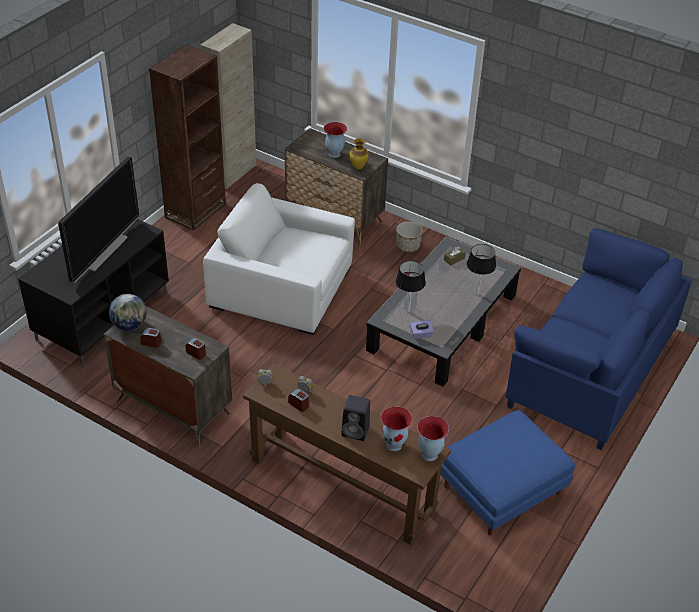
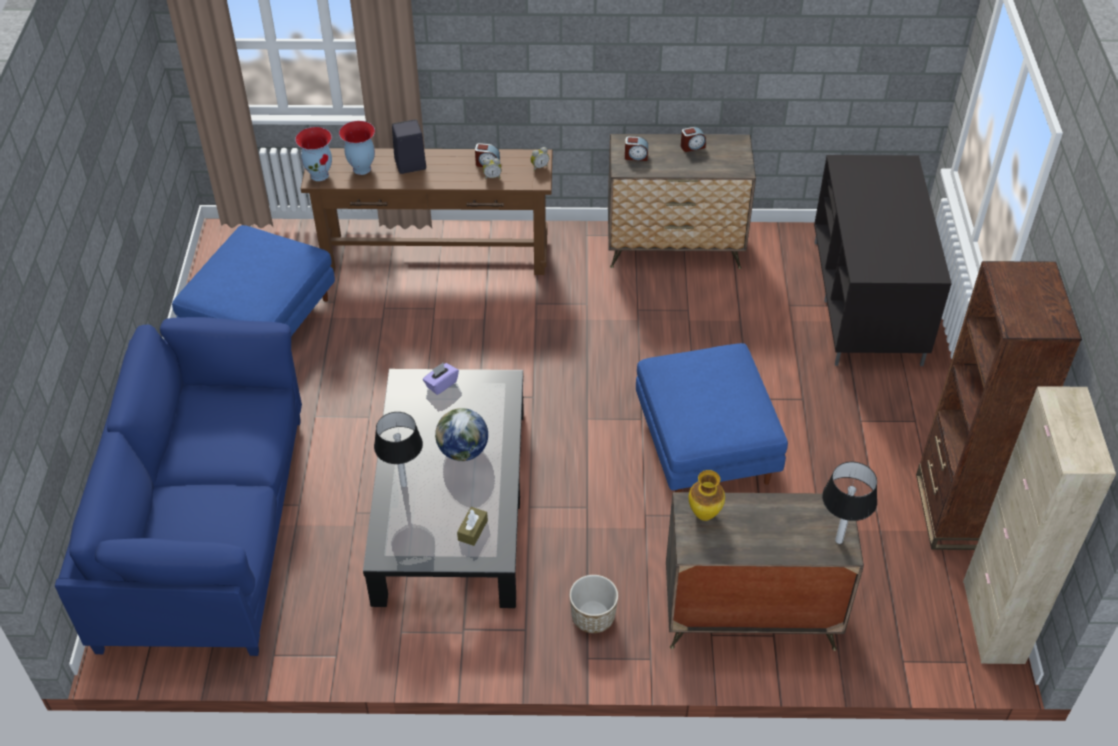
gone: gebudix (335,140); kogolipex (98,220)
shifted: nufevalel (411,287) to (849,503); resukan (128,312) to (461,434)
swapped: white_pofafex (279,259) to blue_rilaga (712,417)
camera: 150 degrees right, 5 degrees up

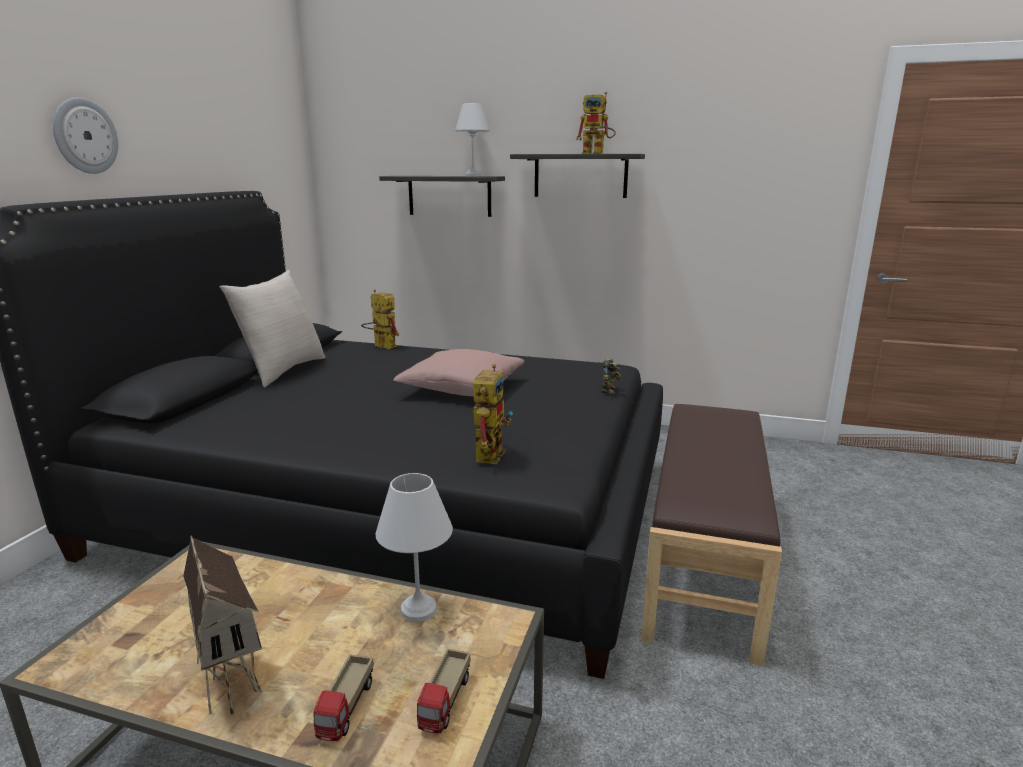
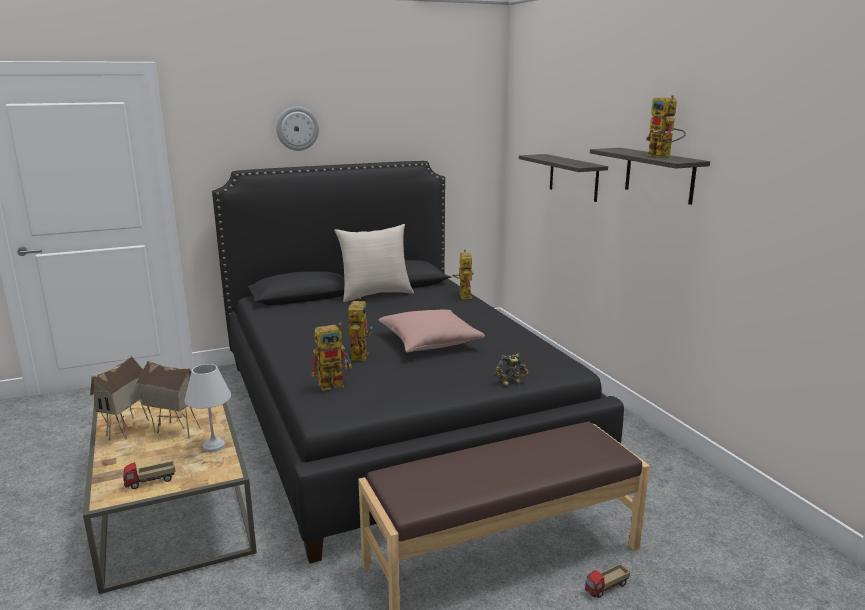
gone: white_nufevalel (472,139)
new: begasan (359,329); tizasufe (168,399)
shifted: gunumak (343,697) to (607,581)
camera: 50 degrees right, 0 degrees up

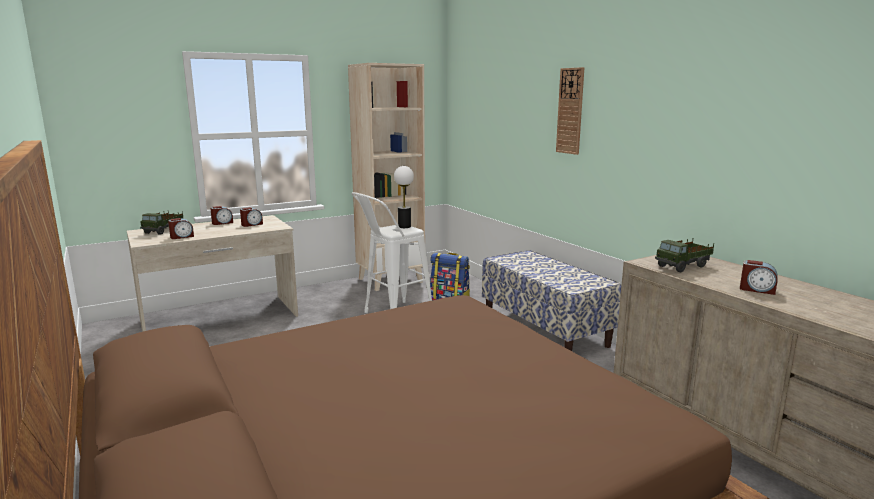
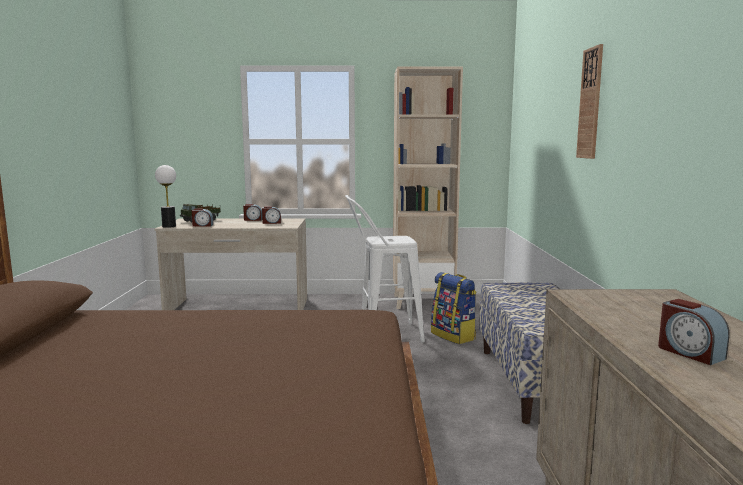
gone: gunumak (684,255)
shifted: nufevalel (404,197) to (165,196)
camera: 30 degrees right, 5 degrees down

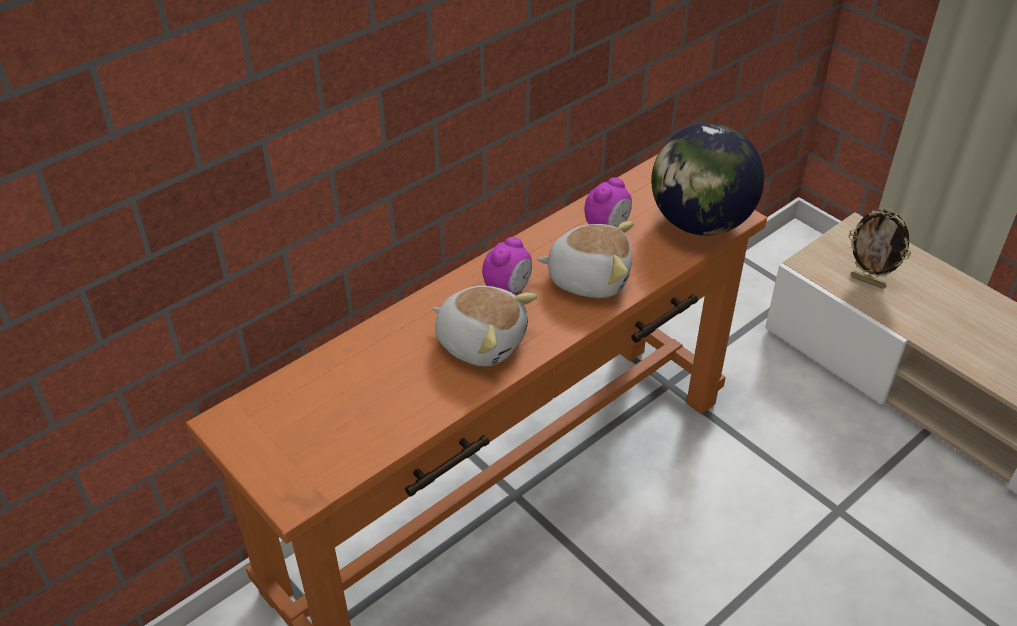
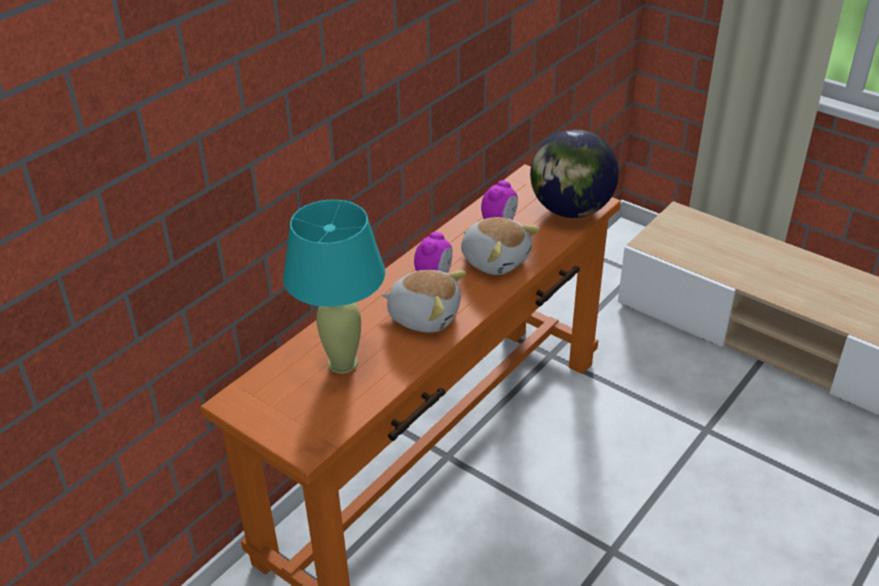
gone: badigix (879,249)
new: turquoise_nufevalel (334,286)
rotated: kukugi (585,259) = (500,246) 45 degrees clockwise
camera: 10 degrees left, 5 degrees down

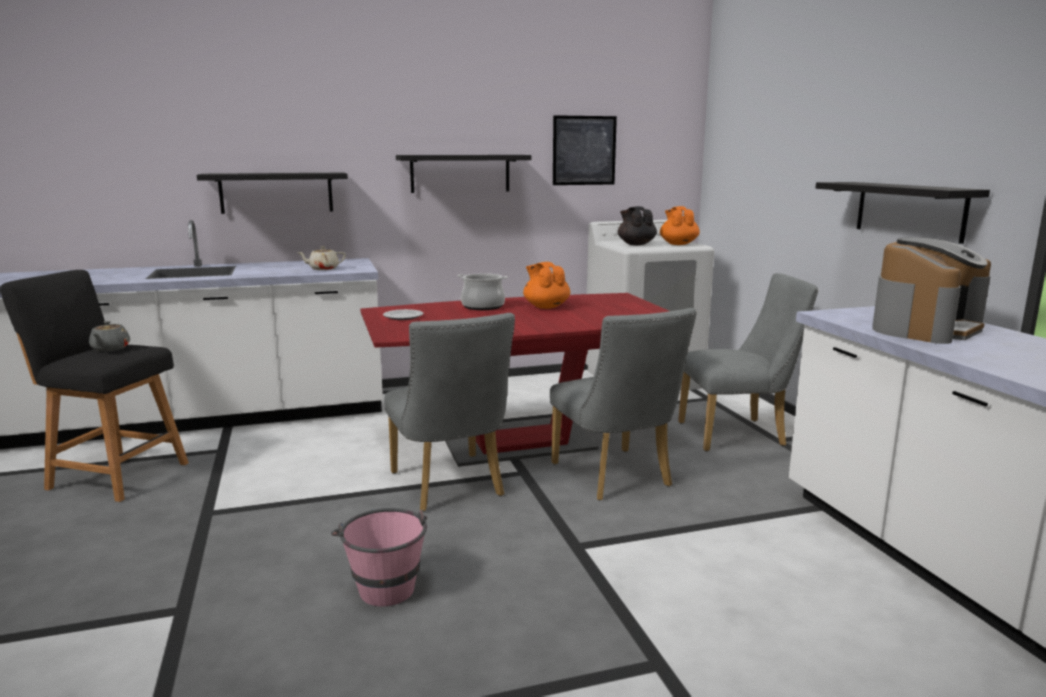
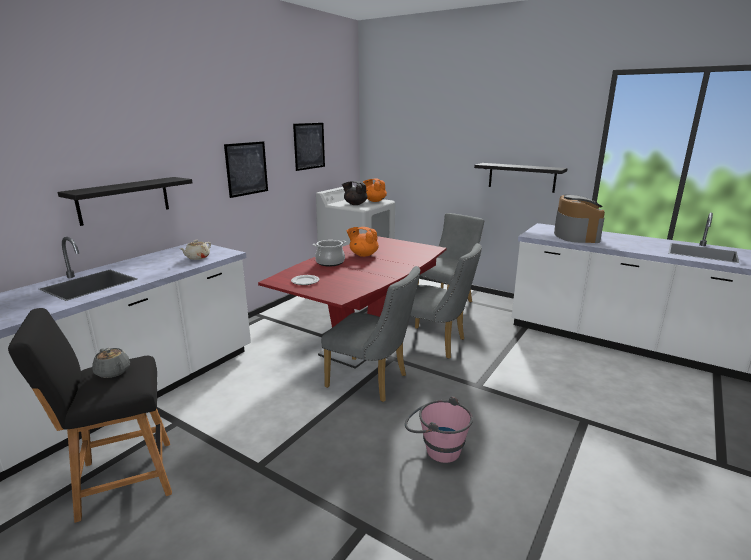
swapped: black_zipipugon (463,174) to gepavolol (246,169)
camera: 40 degrees left, 5 degrees up

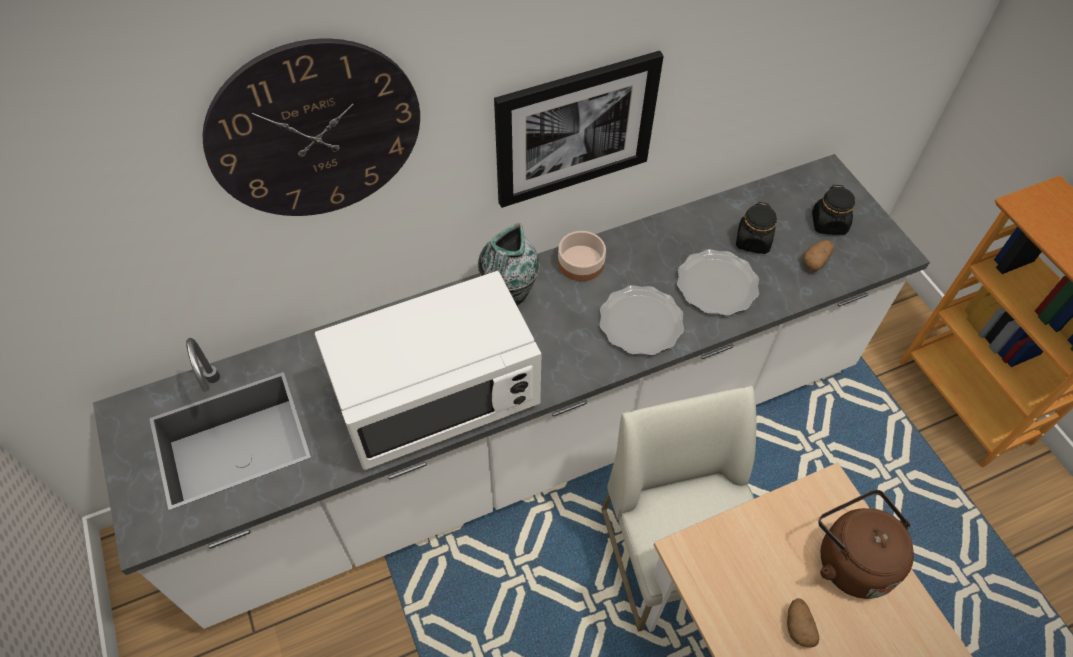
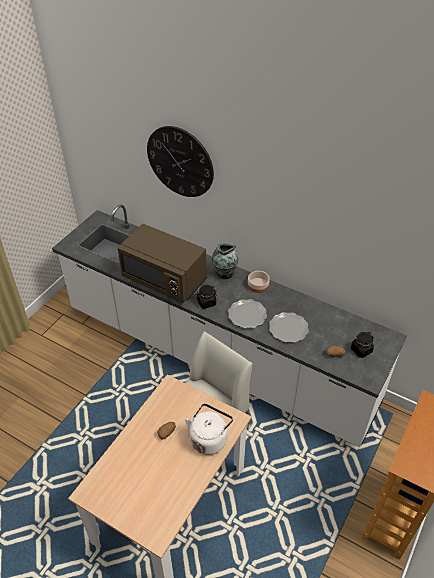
gone: gepavolol (579,129)
shifted: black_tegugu (756,228) to (206,297)
repainted: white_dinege (428,370) to brown_dinege (162,263); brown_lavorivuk (866,544) to white_lavorivuk (209,429)
camera: 55 degrees right, 10 degrees down

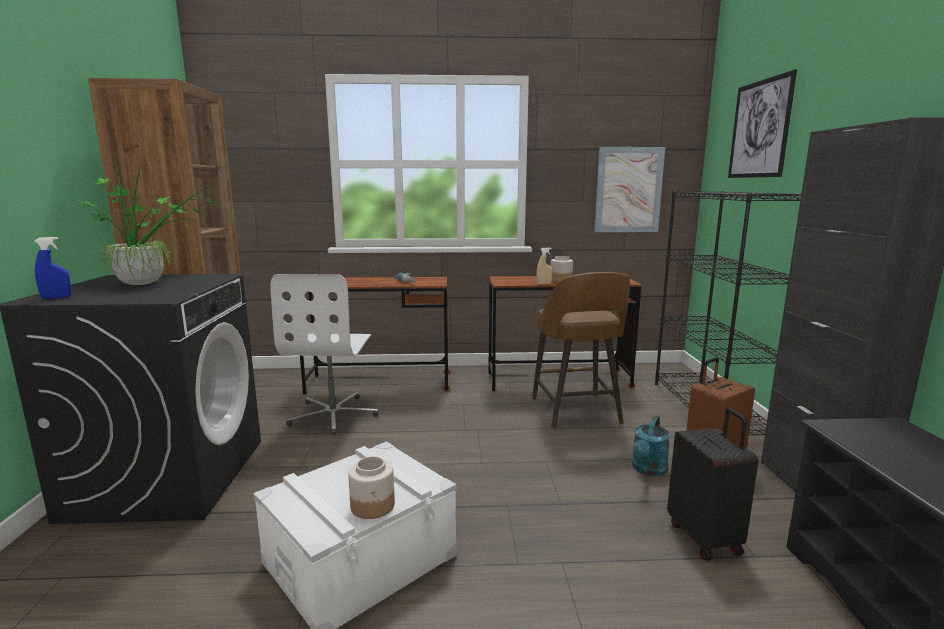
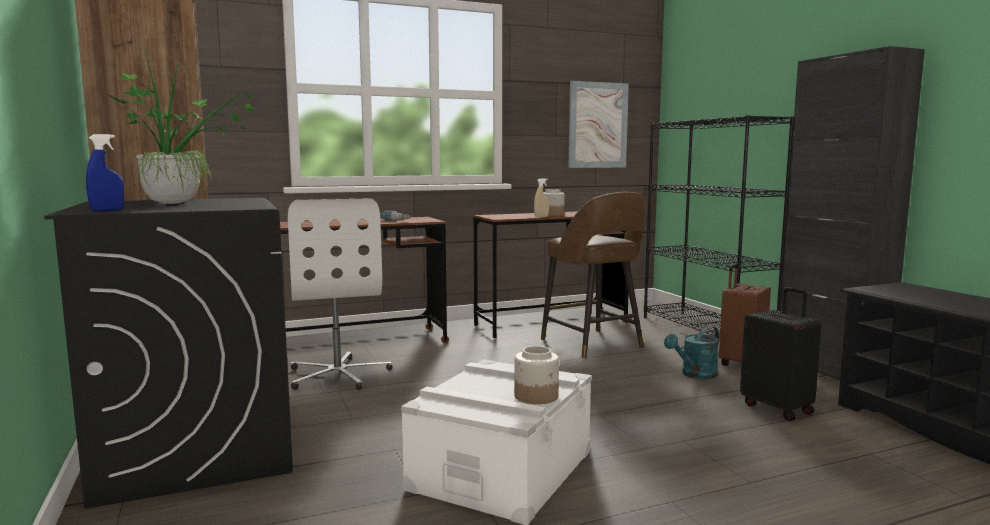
gone: gepavolol (762,123)
rotated: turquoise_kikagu (651,445) = (691,352) 45 degrees clockwise
camera: 20 degrees left, 5 degrees down

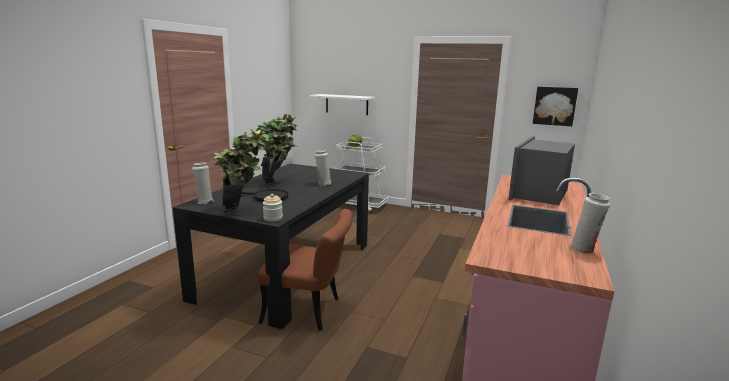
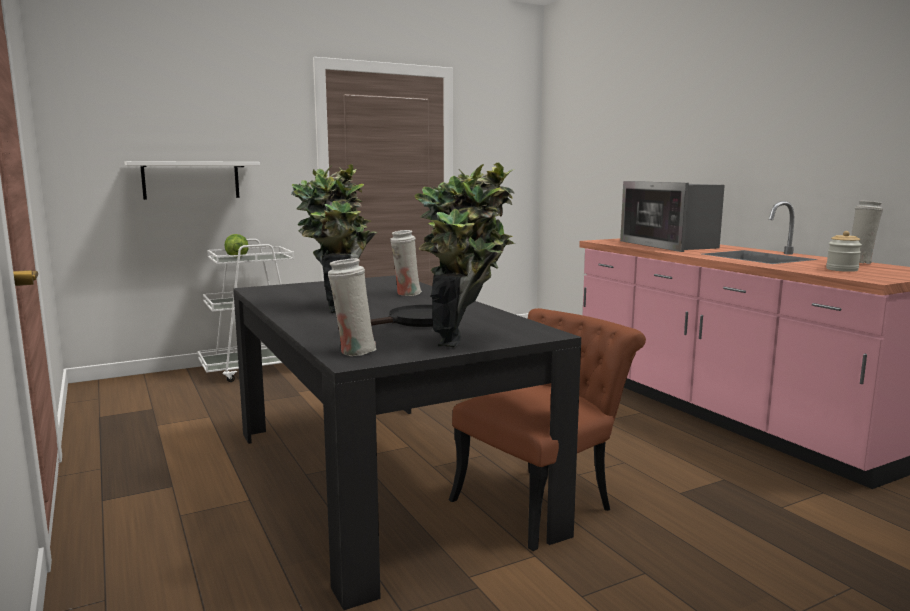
gone: gepavolol (555,106)
shifted: tegugu (273,207) to (844,251)
camera: 50 degrees left, 5 degrees down

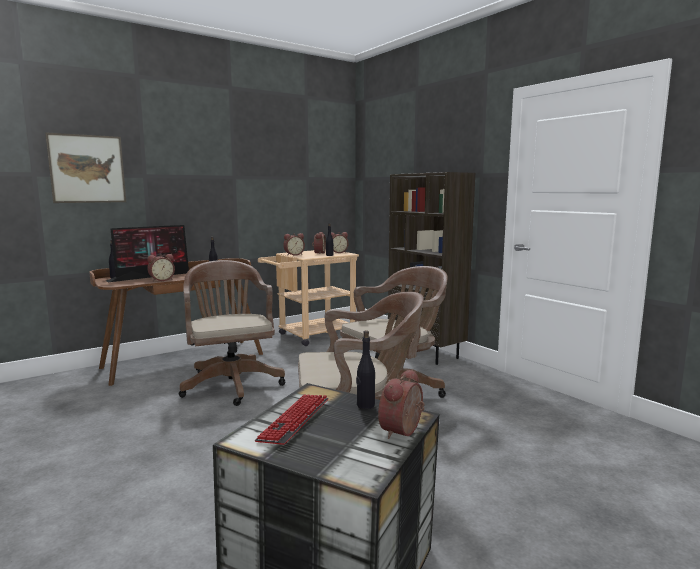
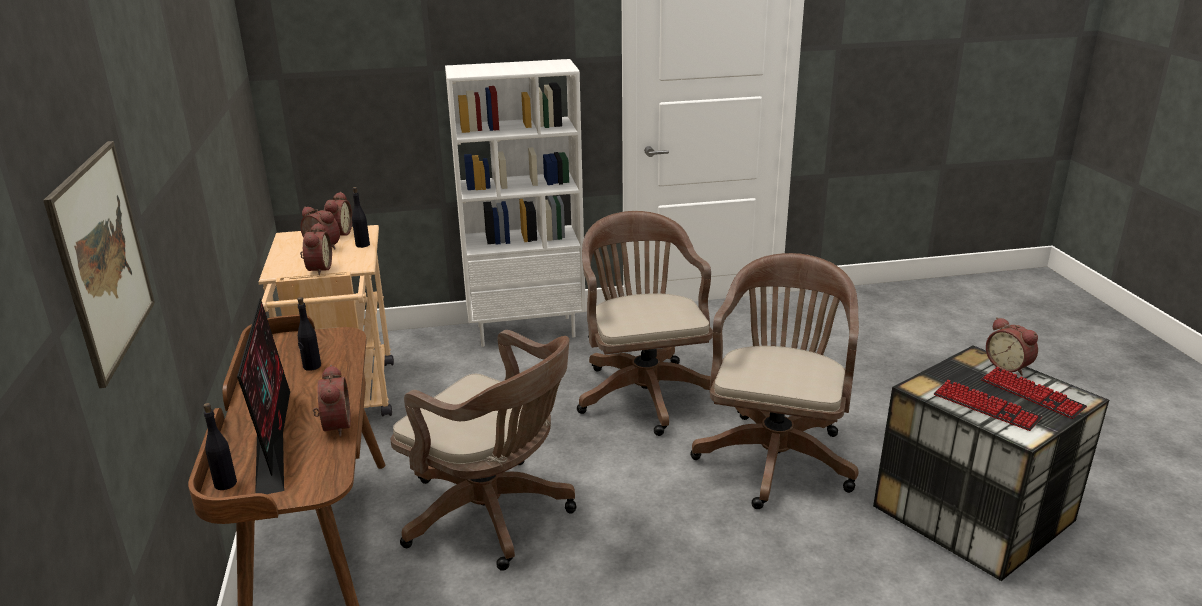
gone: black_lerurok (365,369)
new: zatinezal (1034,393)
repainted: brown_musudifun (431,268) to white_musudifun (515,203)
rotated: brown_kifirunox (232,333) = (483,450) 150 degrees counterclockwise
camera: 65 degrees left, 15 degrees up

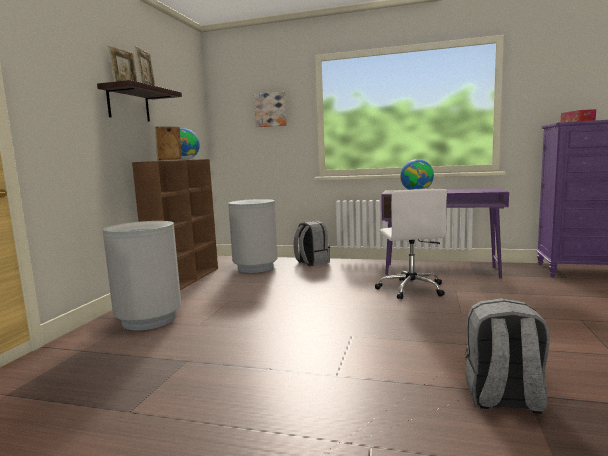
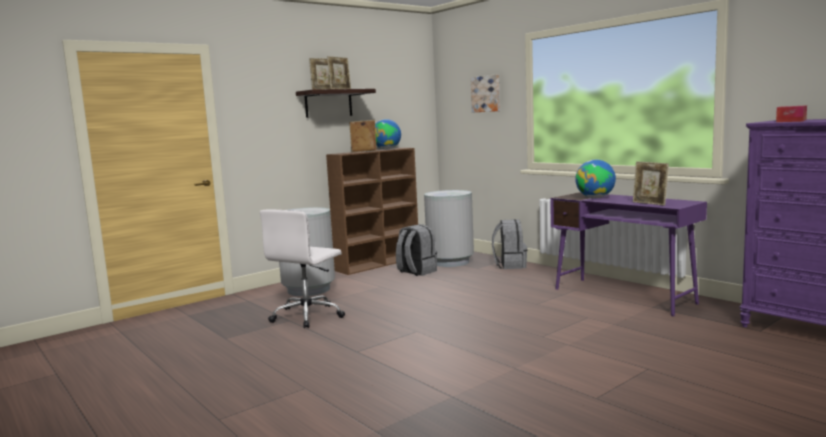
new: badigix (651,183)
shifted: white_kifirunox (411,243) to (302,268); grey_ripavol (507,356) to (416,250)
camera: 35 degrees right, 0 degrees up

